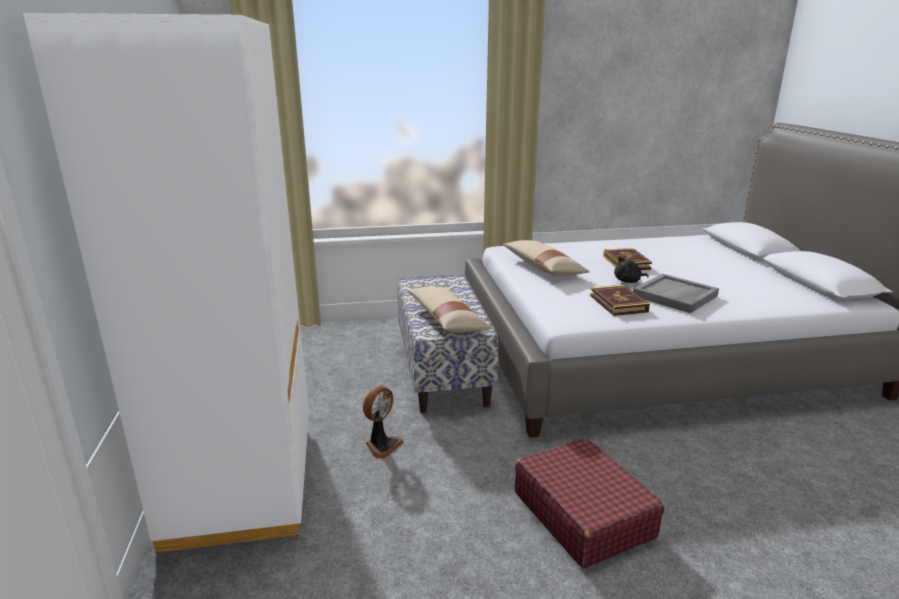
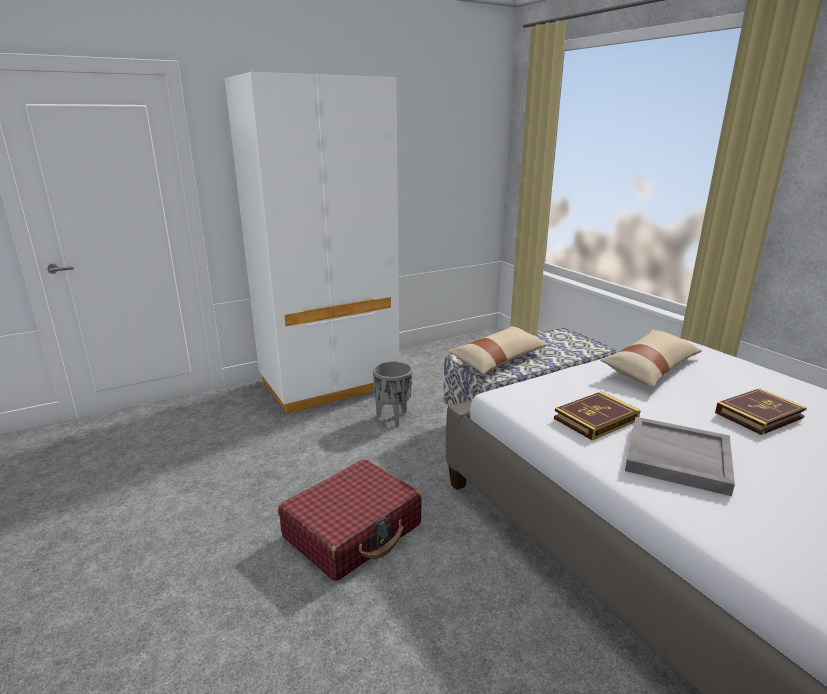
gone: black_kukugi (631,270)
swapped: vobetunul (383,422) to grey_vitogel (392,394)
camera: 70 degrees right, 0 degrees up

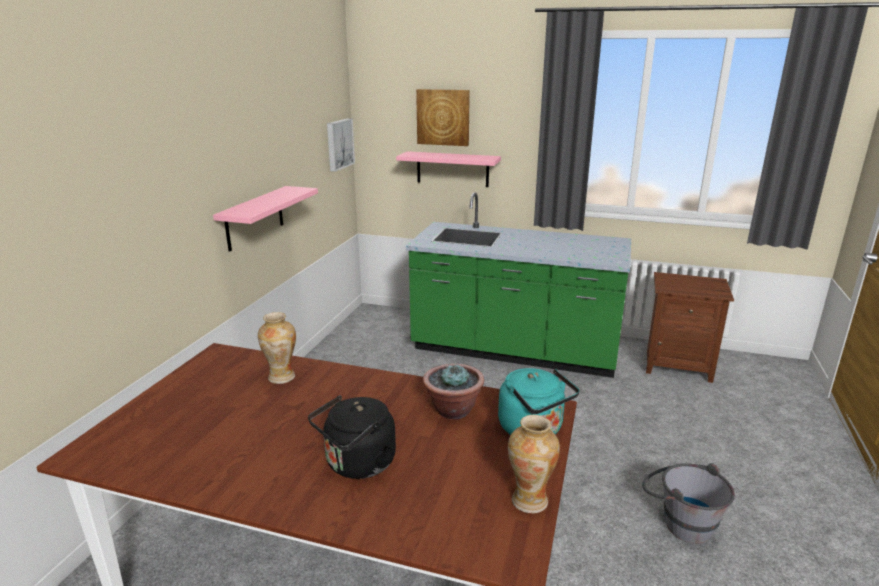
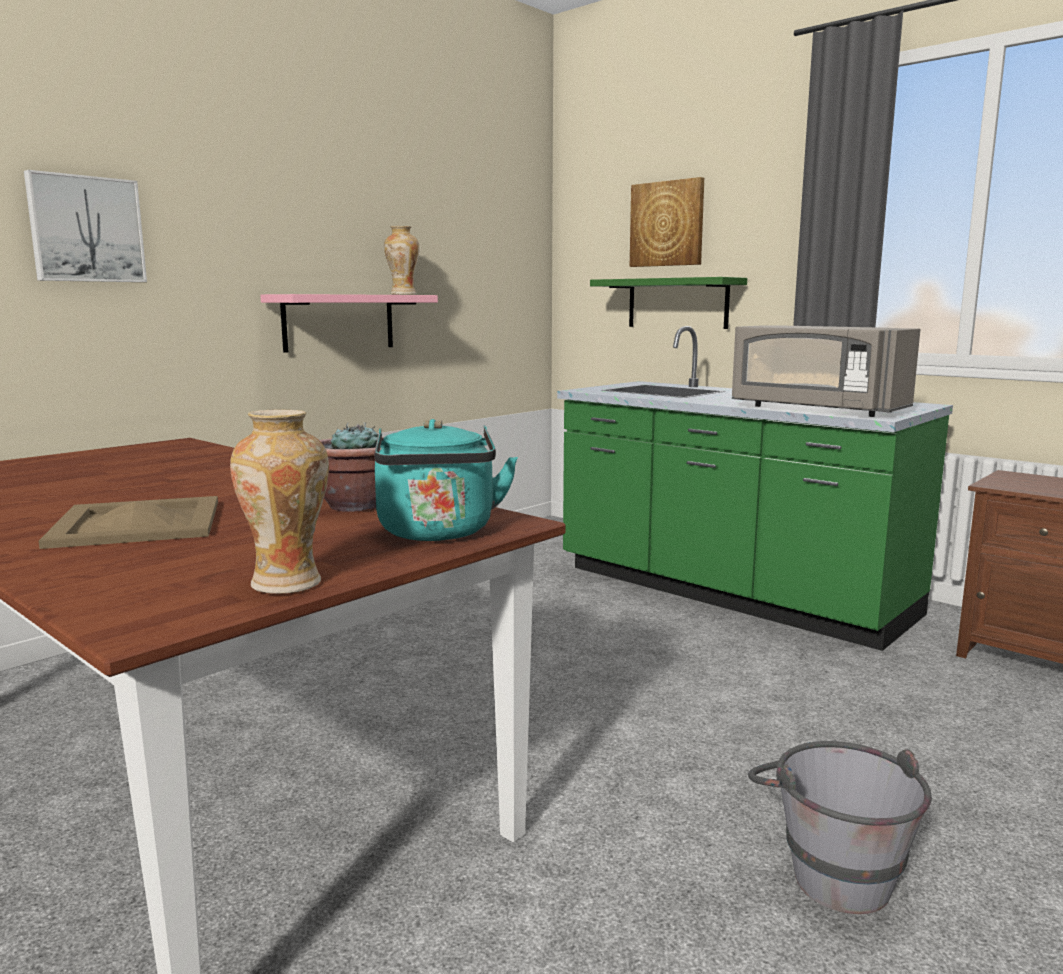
new: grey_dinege (826,371)
shifted: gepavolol (341,145) to (85,226); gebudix (277,348) to (402,260)
swapped: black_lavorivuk (352,437) to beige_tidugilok (128,522)
repainted: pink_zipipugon (448,169) to green_zipipugon (668,303)
camera: 25 degrees right, 10 degrees down

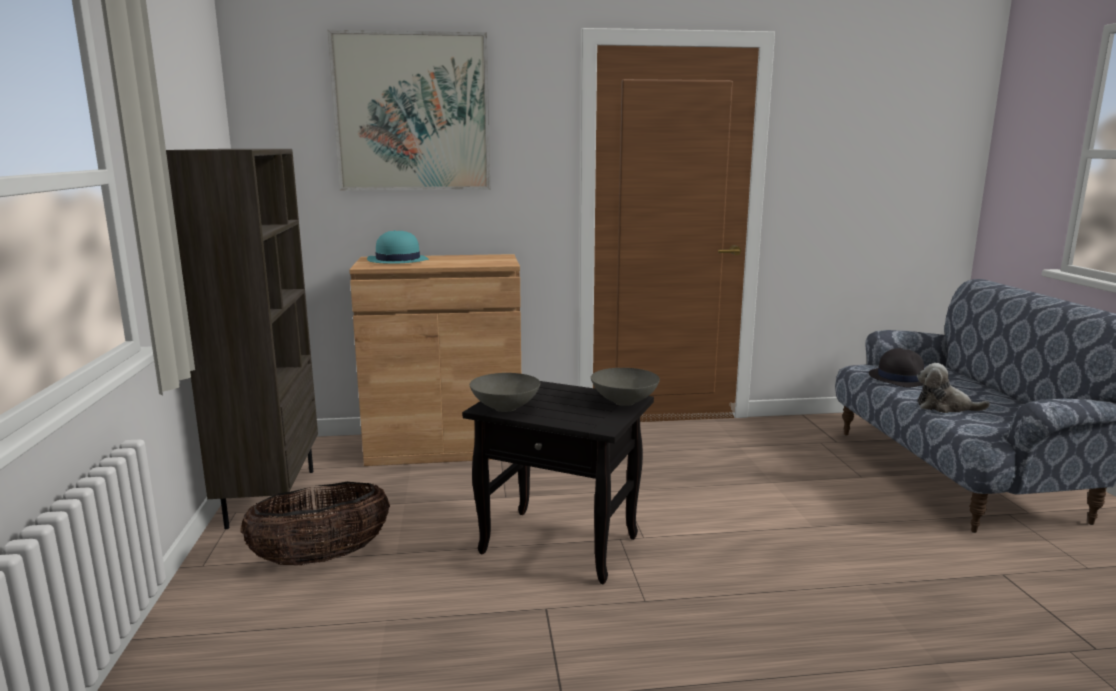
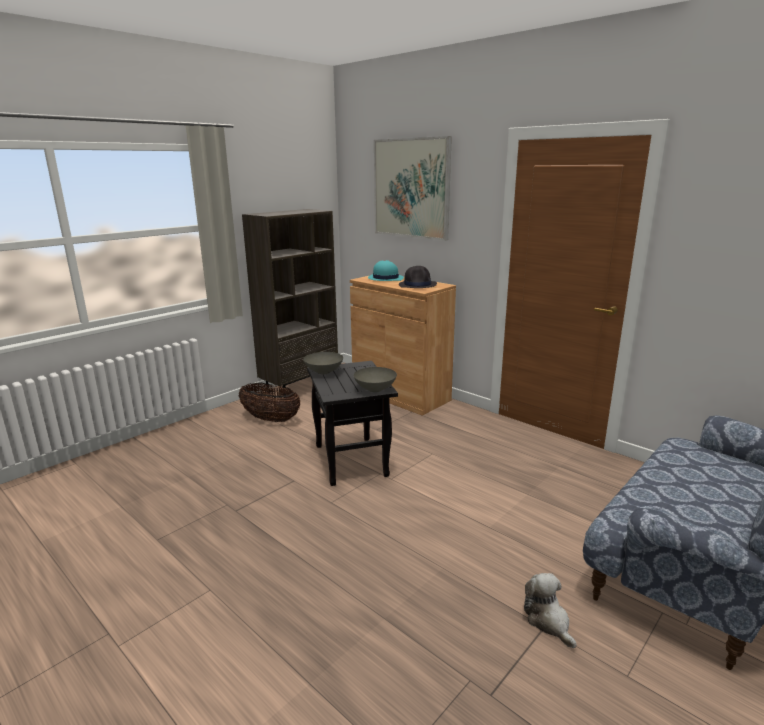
shifted: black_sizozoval (896,367) to (418,277); kukugi (953,388) to (550,610)
camera: 50 degrees right, 5 degrees up

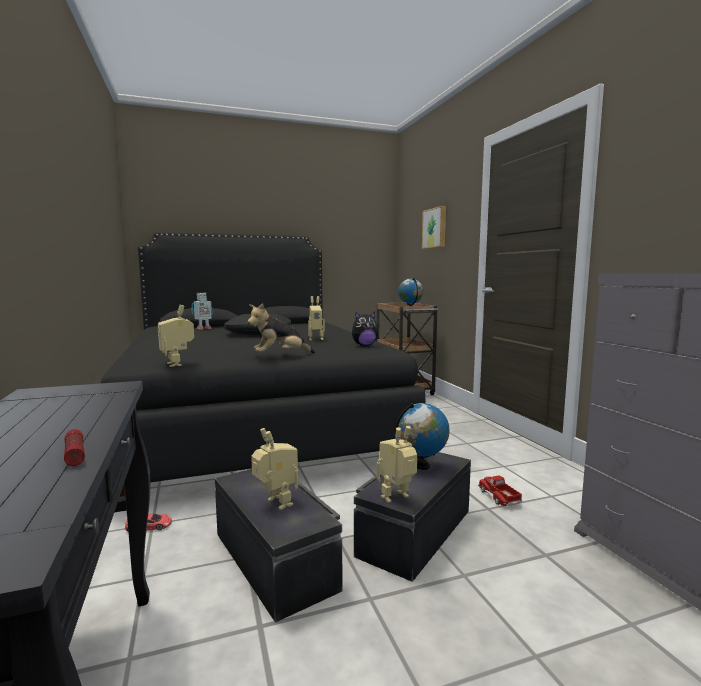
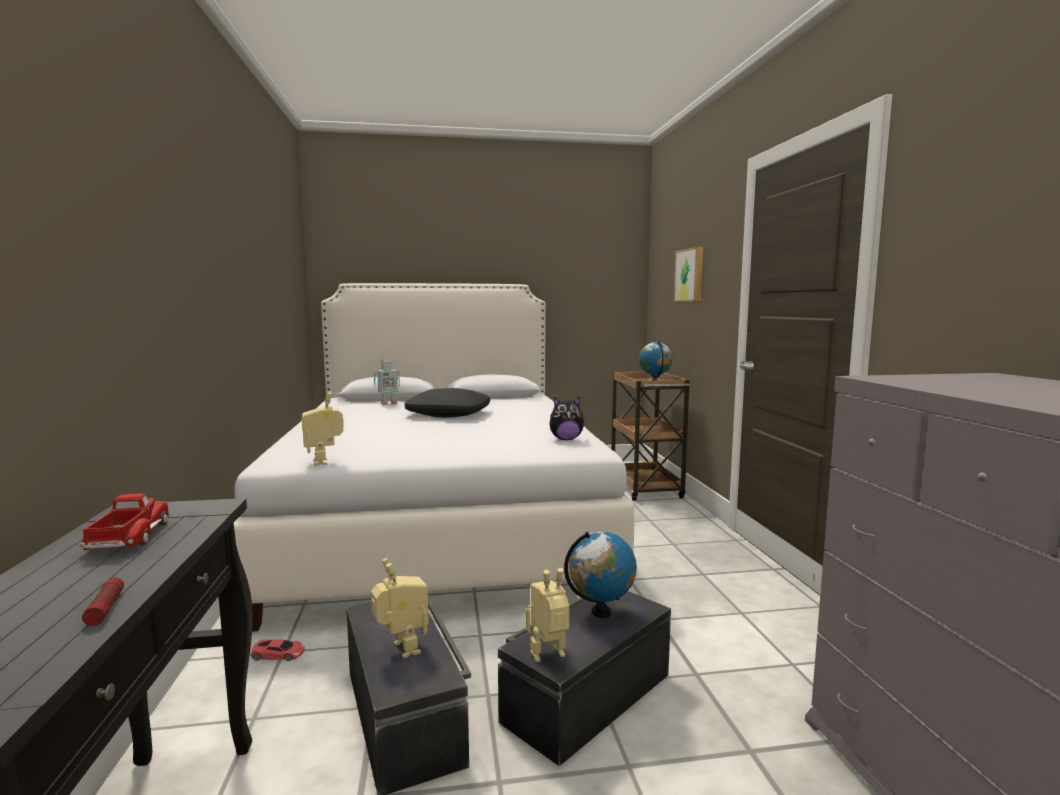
gone: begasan (316,318); kukugi (281,328)
shifted: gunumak (500,491) to (125,521)
repainted: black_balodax (262,364) to white_balodax (434,457)
camera: 10 degrees right, 0 degrees up

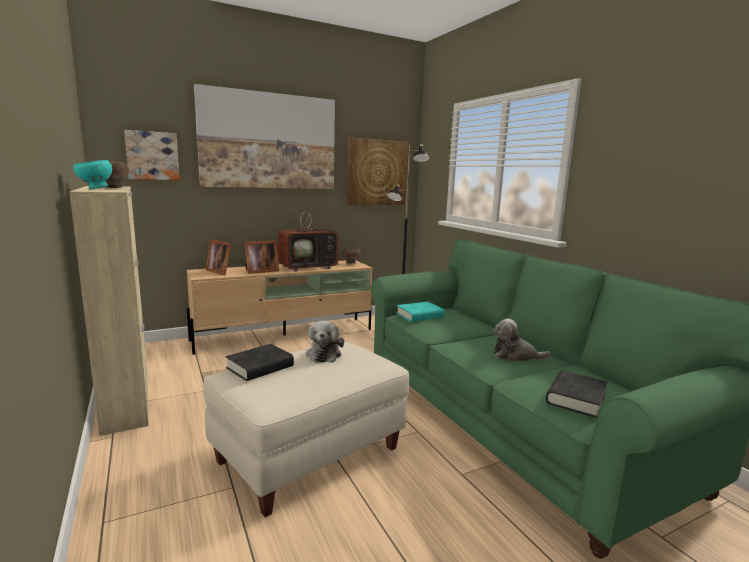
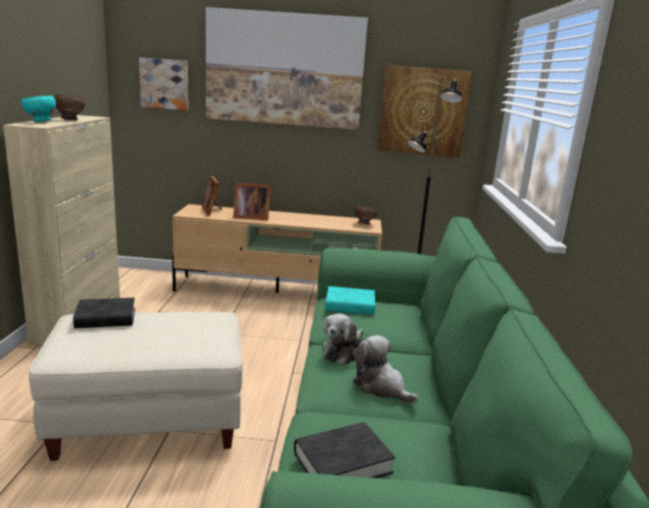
gone: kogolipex (308,235)
shifted: kukugi (325,342) to (343,339)
camera: 30 degrees right, 5 degrees up

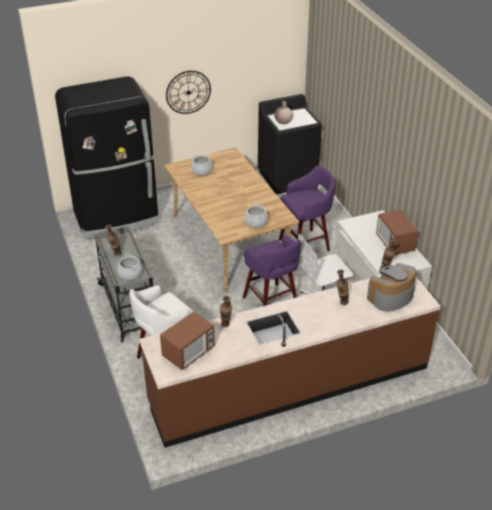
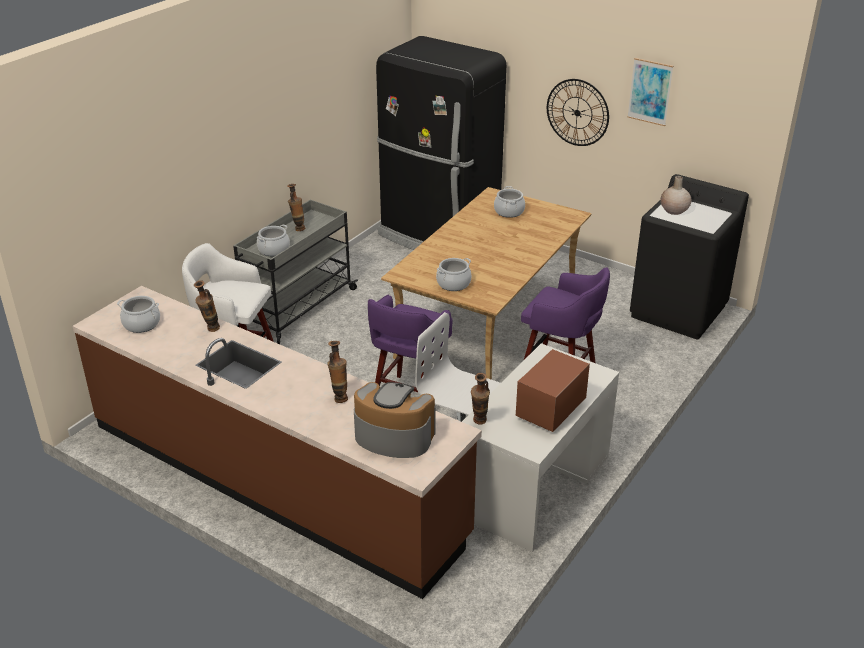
new: gepavolol (650,92)
swapped: dinege (187,340) to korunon (138,314)
camera: 55 degrees right, 5 degrees down

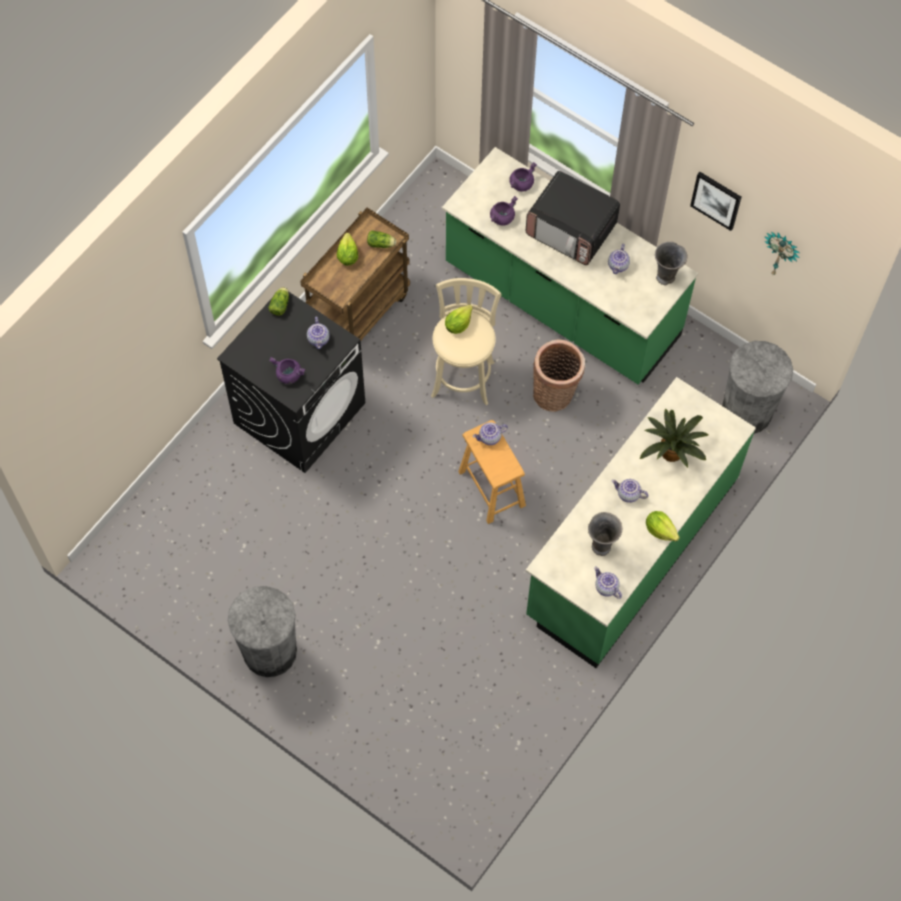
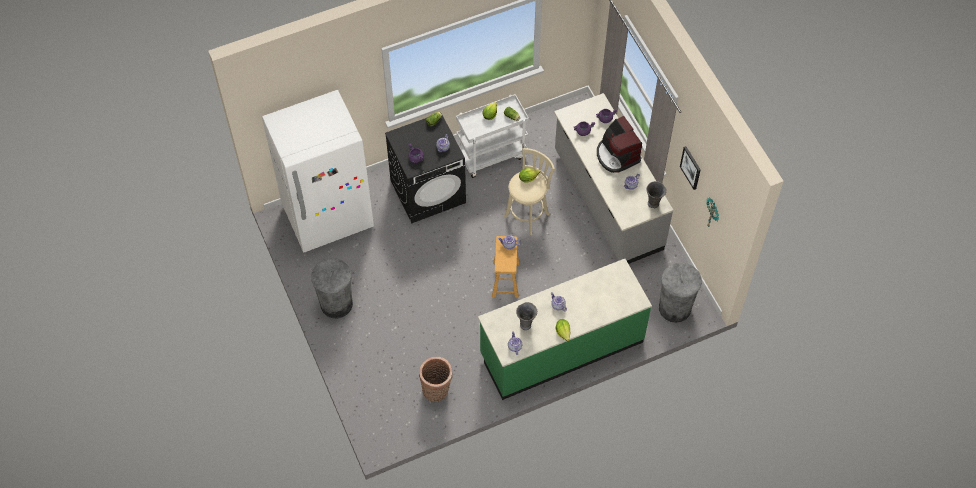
gone: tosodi (674,438)
new: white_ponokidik (318,171)
shifted: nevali (559,376) to (435,379)
swapped: dinege (573,218) to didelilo (619,144)
repainted: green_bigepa (570,266) to grey_bigepa (614,178); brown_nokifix (355,274) to white_nokifix (492,136)
camera: 30 degrees right, 5 degrees down

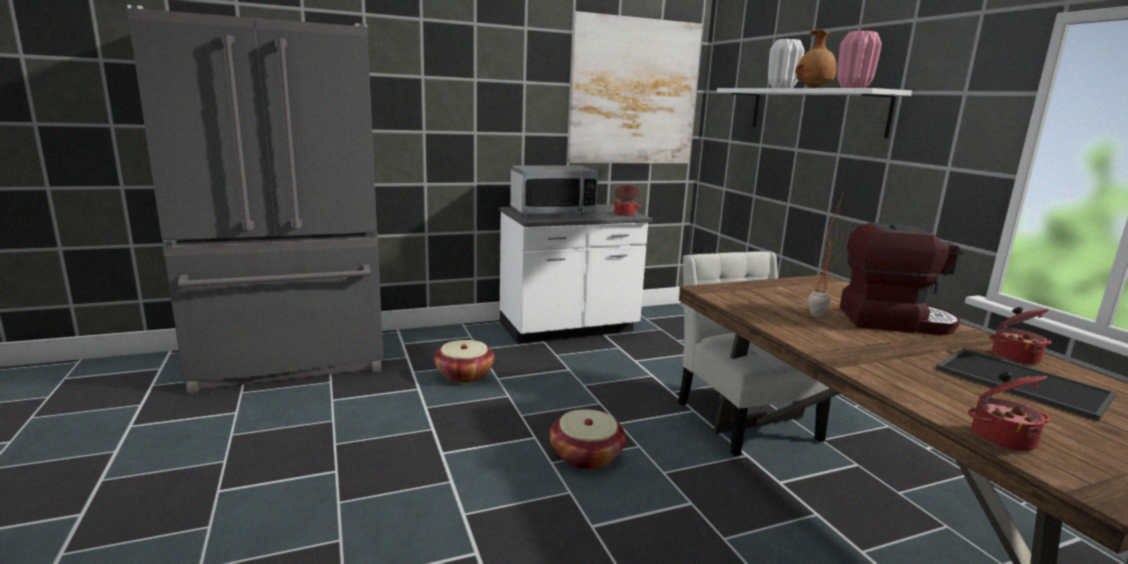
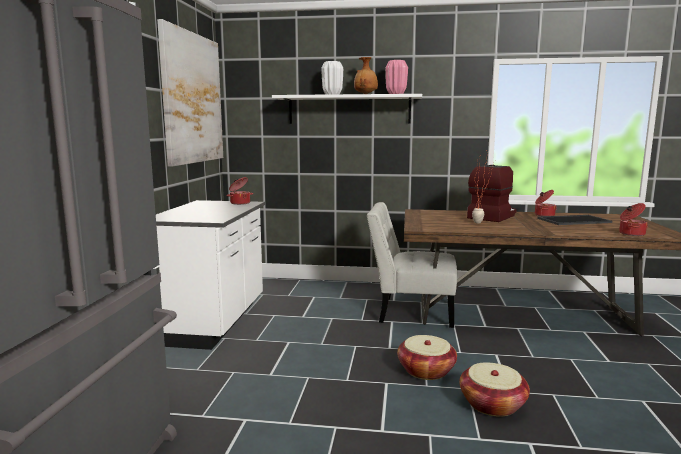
gone: dinege (554,190)
shifted: nevali (464,361) to (494,390)
camera: 60 degrees left, 5 degrees down

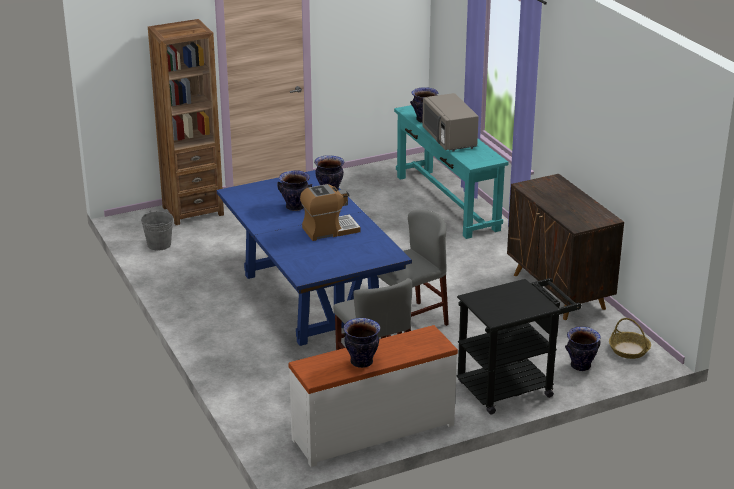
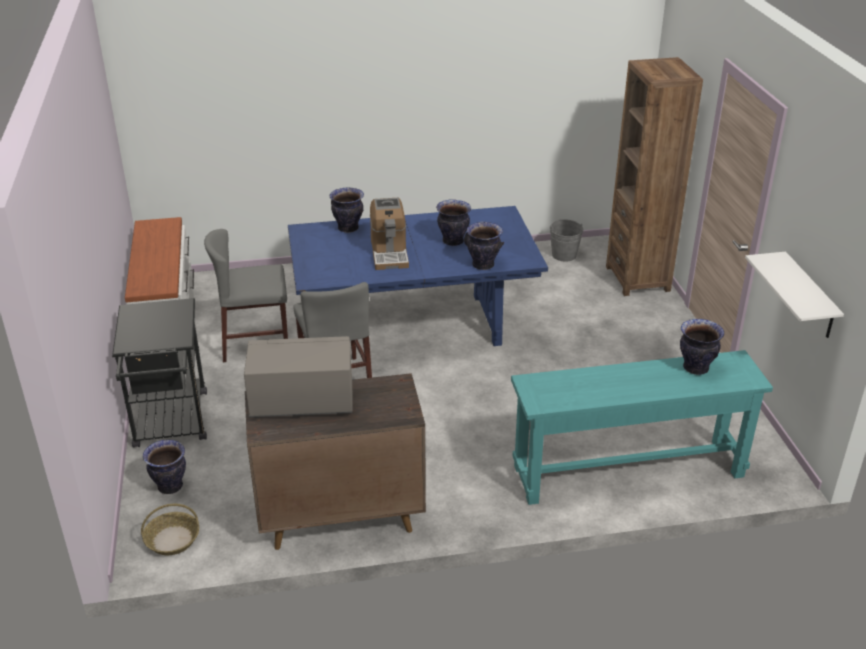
new: white_zipipugon (794,295)
shifted: grey_dinege (450,122) to (298,377); gebudix (361,343) to (347,210)
camera: 105 degrees right, 5 degrees up

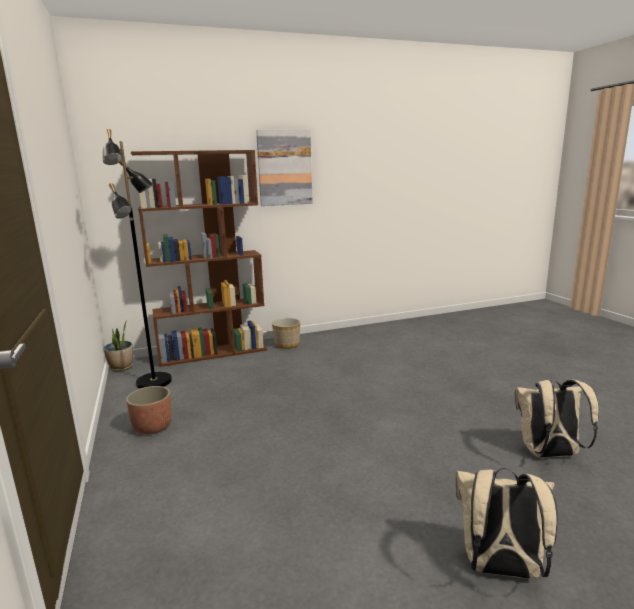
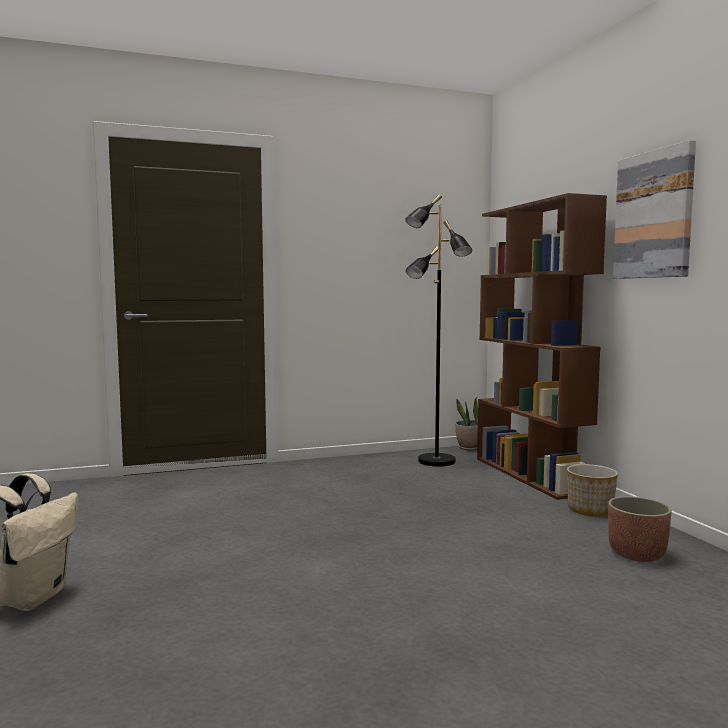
gone: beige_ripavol (557,418)
shifted: vitogel (149,410) to (640,529)
camera: 90 degrees right, 10 degrees down

